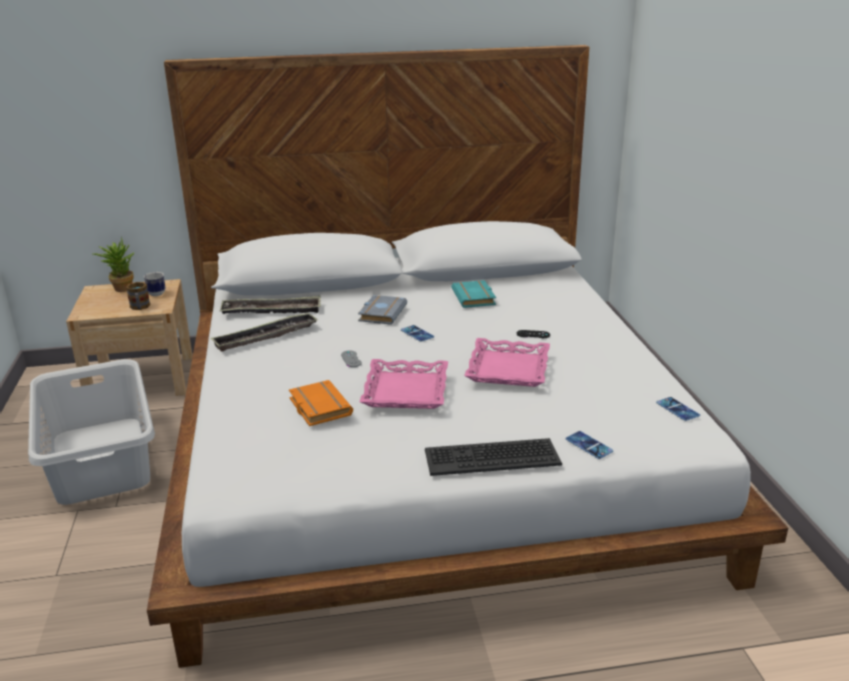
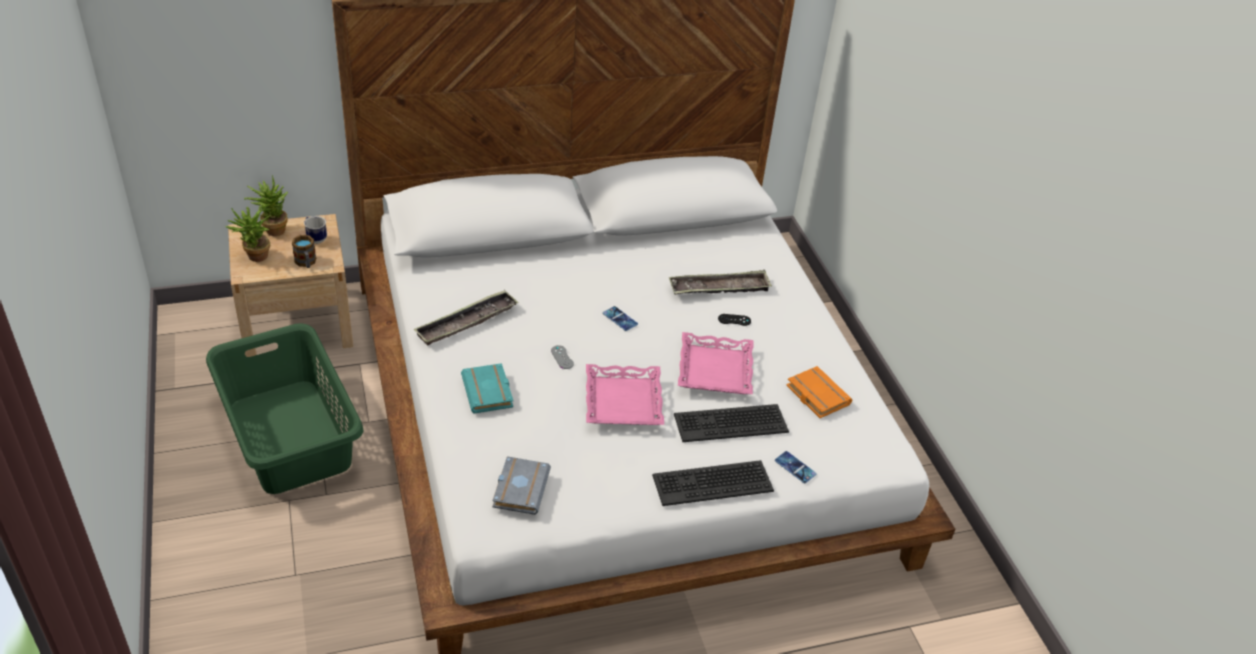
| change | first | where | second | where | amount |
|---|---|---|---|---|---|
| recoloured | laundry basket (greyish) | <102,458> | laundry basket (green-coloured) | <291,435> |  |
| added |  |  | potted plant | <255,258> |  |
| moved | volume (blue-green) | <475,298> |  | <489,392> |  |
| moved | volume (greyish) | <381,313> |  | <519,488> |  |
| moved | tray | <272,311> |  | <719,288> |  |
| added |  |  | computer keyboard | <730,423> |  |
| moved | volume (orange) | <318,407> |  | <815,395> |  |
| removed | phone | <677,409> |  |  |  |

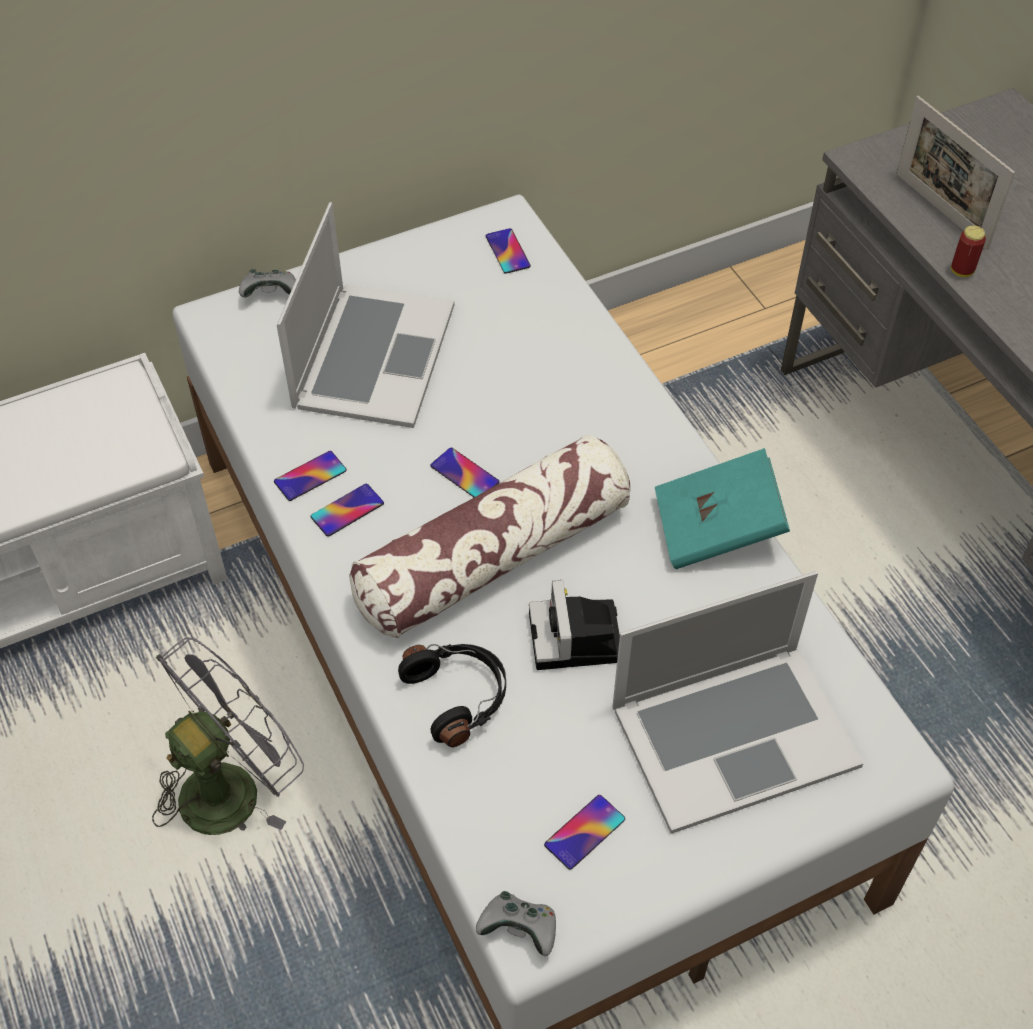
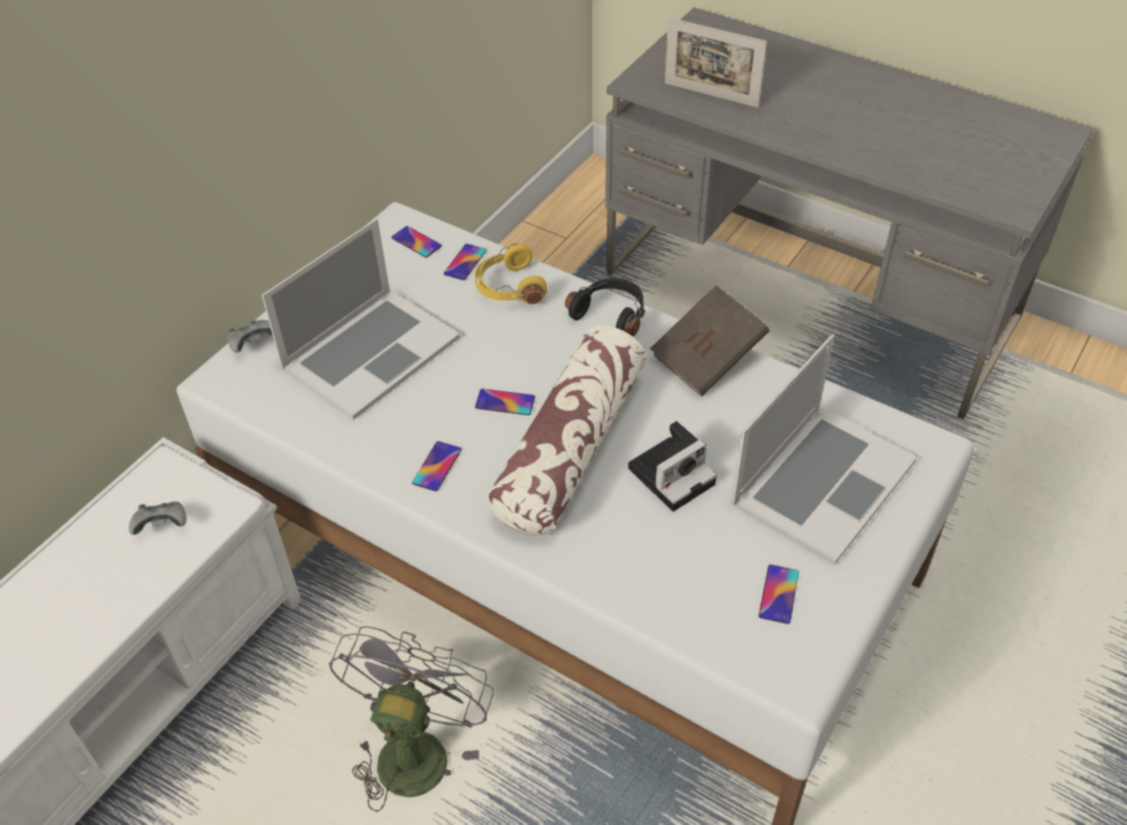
| change | first | where | second | where | amount |
|---|---|---|---|---|---|
| moved | joypad (greyish) | <520,930> |  | <162,525> |  |
| turned | laptop | <373,355> |  | <370,352> | 60 degrees clockwise |
| moved | phone | <310,476> |  | <465,262> |  |
| added |  |  | headphones (yellow) | <509,287> |  |
| moved | headphones (black-coloured) | <458,696> |  | <611,314> |  |
| turned | still camera | <577,640> |  | <673,474> | 90 degrees counterclockwise |
| recoloured | volume (blue-green) | <717,529> | volume (brown) | <707,359> |  |
| removed | sealed can | <962,271> |  |  |  |

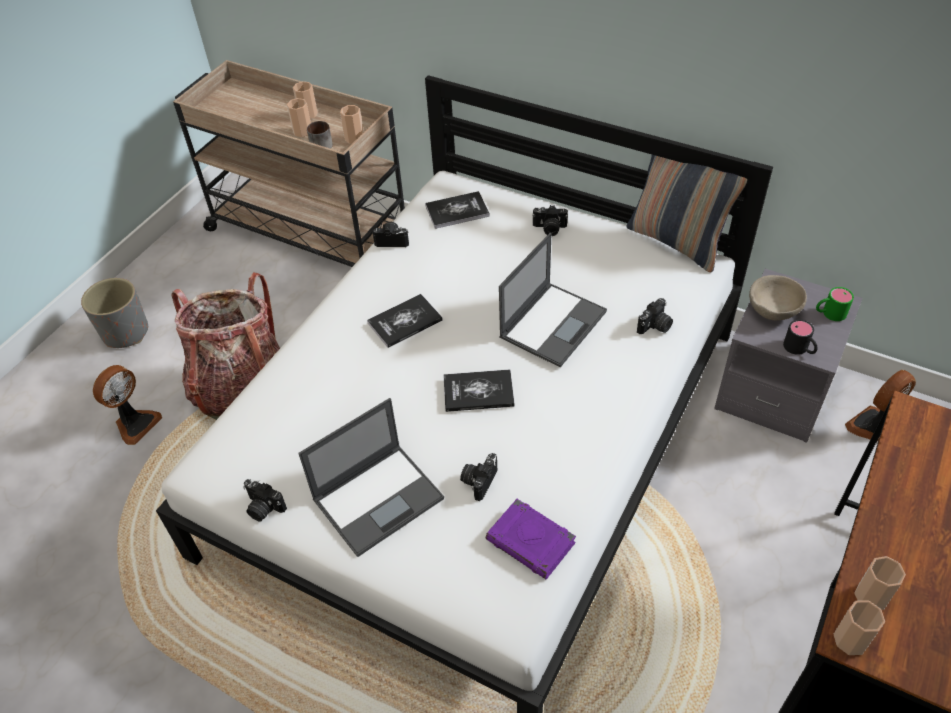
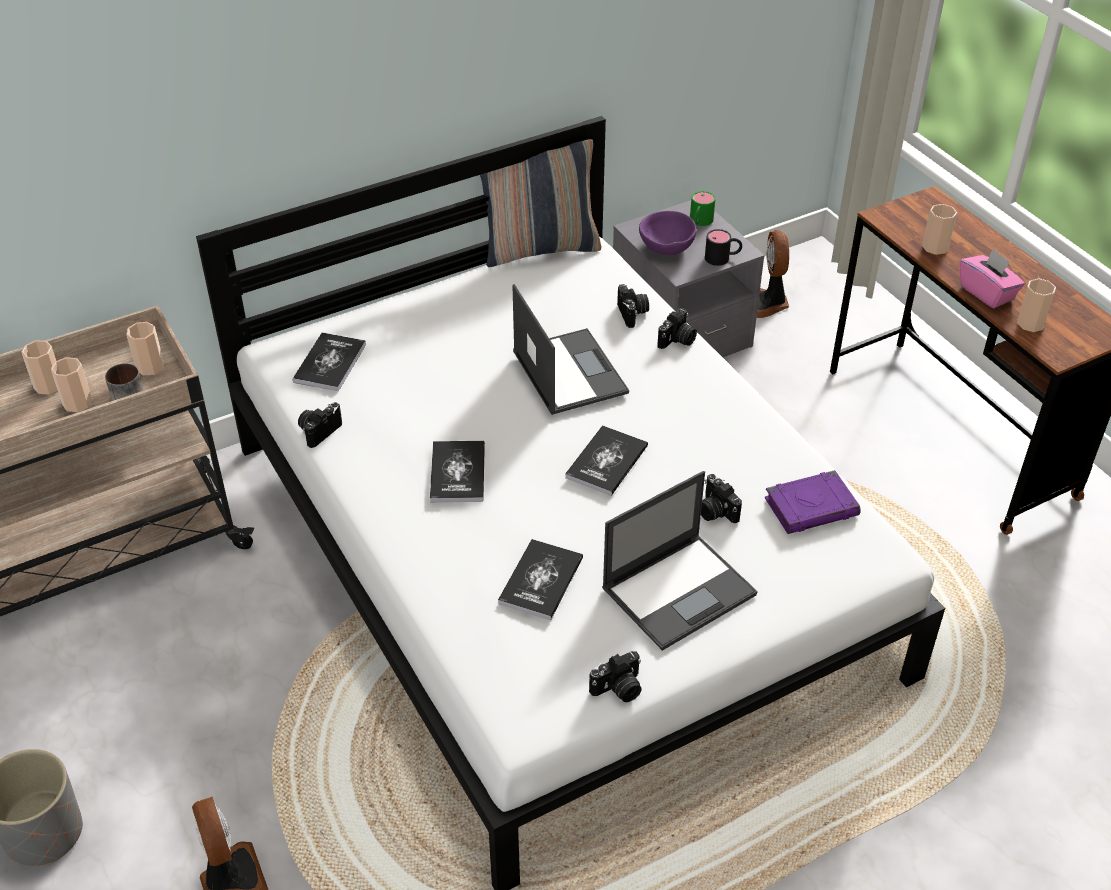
| change | first | where | second | where | amount |
|---|---|---|---|---|---|
| added |  |  | volume | <541,581> |  |
| turned | laptop | <379,498> |  | <680,590> | 60 degrees clockwise |
| recoloured | bowl (beige) | <773,310> | bowl (purple) | <666,247> |  |
| moved | still camera | <549,229> |  | <677,340> |  |
| moved | small cup | <850,640> |  | <935,247> |  |
| added |  |  | box of tissues (pink-coloured) | <987,293> |  |
| removed | knapsack | <242,387> |  |  |  |

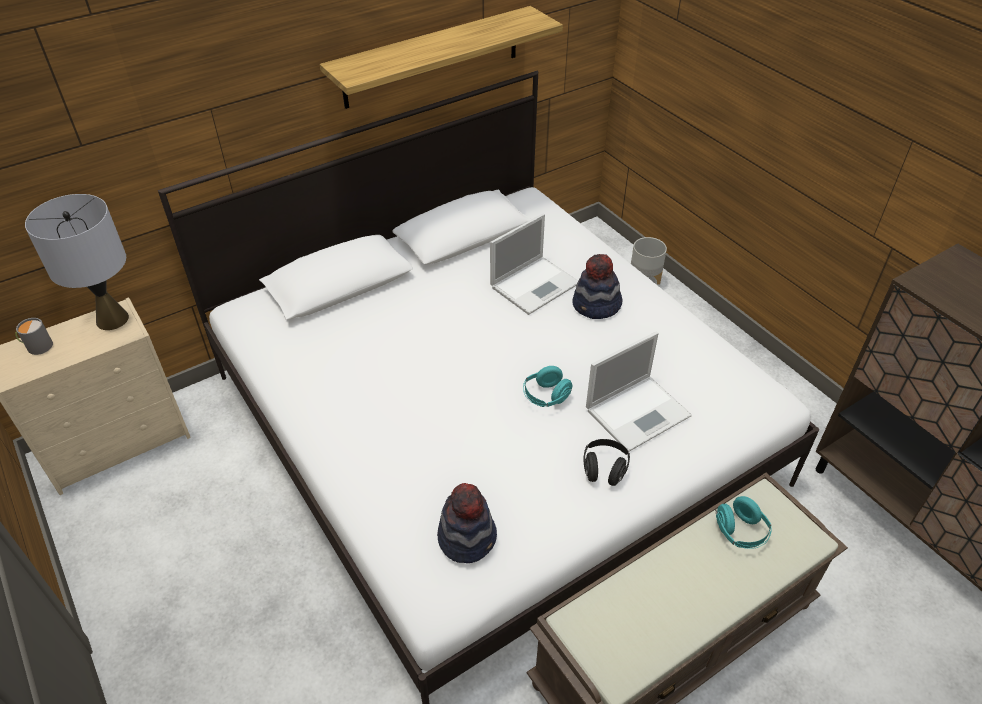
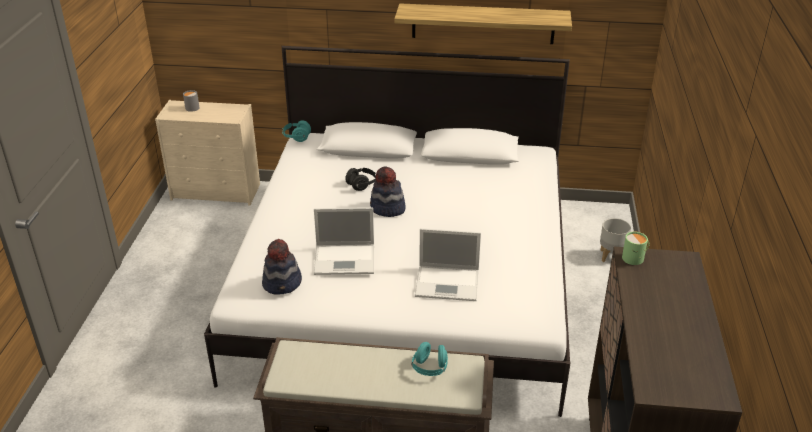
| change | first | where | second | where | amount |
|---|---|---|---|---|---|
| moved | headphones (blue-green) | <546,397> |  | <296,137> |  |
| moved | laptop | <535,284> |  | <346,259> |  |
| moved | headphones (black-coloured) | <604,469> |  | <361,184> |  |
| moved | wearable hat | <596,306> |  | <387,208> |  |
| added |  |  | mug (green-coloured) | <635,258> |  |
| removed | lamp for a table (greyish) | <112,319> |  |  |  |

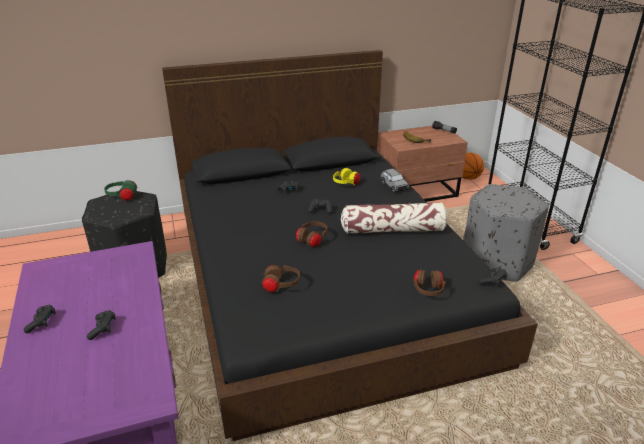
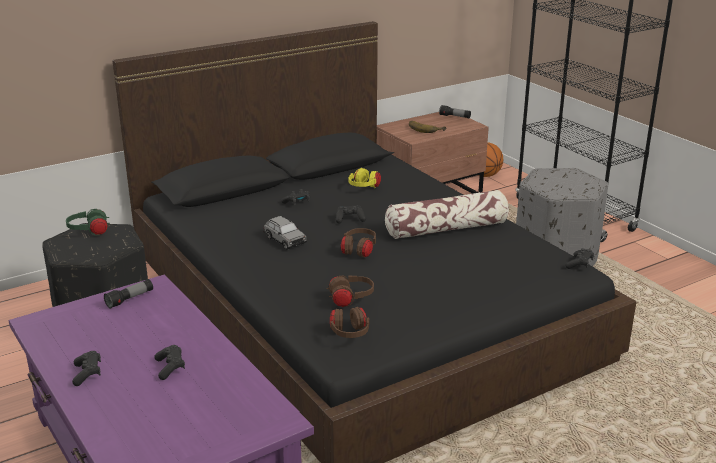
| change | first | where | second | where | amount |
|---|---|---|---|---|---|
| added |  |  | torch | <130,299> |  |
| moved | toy car (greyish) | <394,186> |  | <285,240> |  |
| moved | headphones (brown) | <428,291> |  | <349,335> |  |

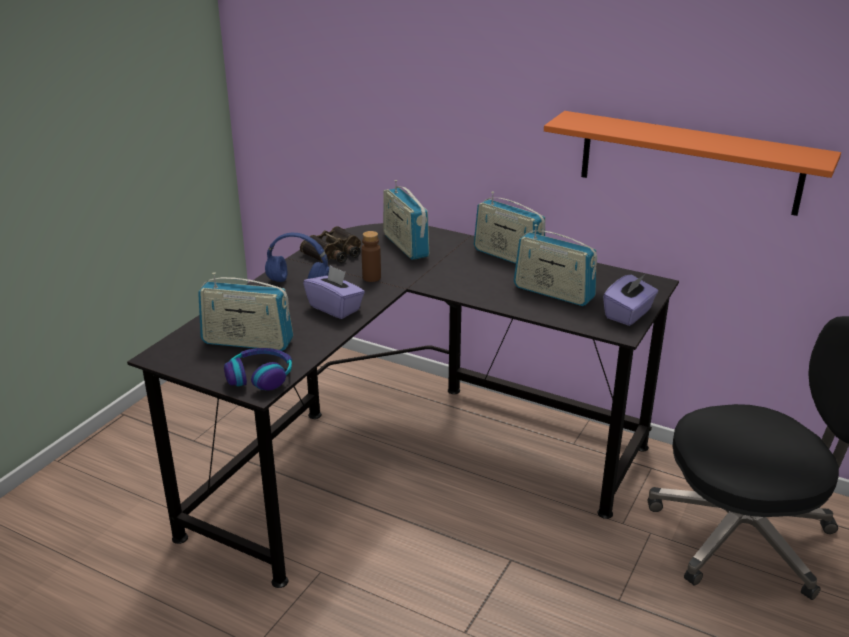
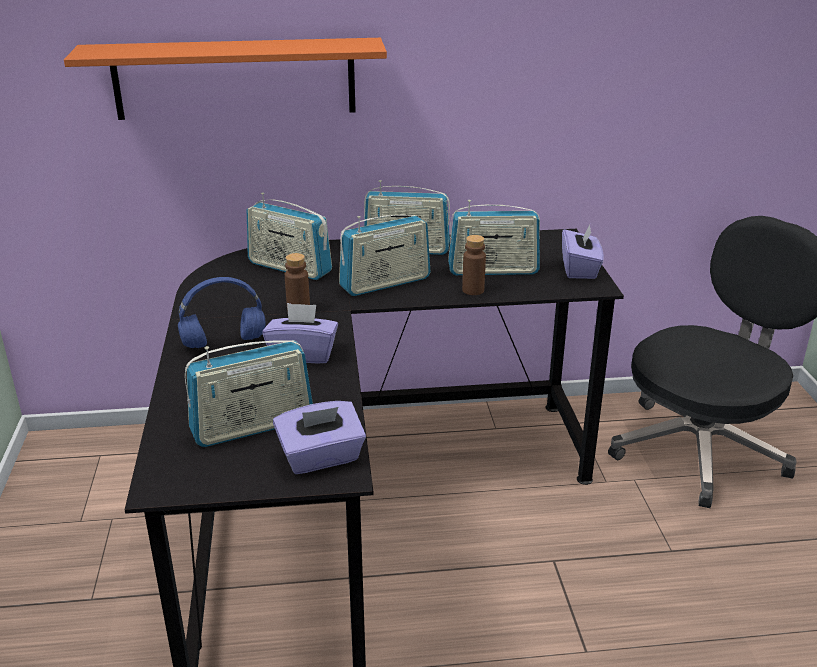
| change | first | where | second | where | amount |
|---|---|---|---|---|---|
| moved | shelf (orange) | <689,162> |  | <235,78> |  |
| replaced | headphones | <260,376> | box of tissues (purple) | <321,458> |  |
| added |  |  | radio | <385,283> |  |
| added |  |  | bottle (brown) | <473,290> |  |
| removed | field glasses | <334,253> |  |  |  |

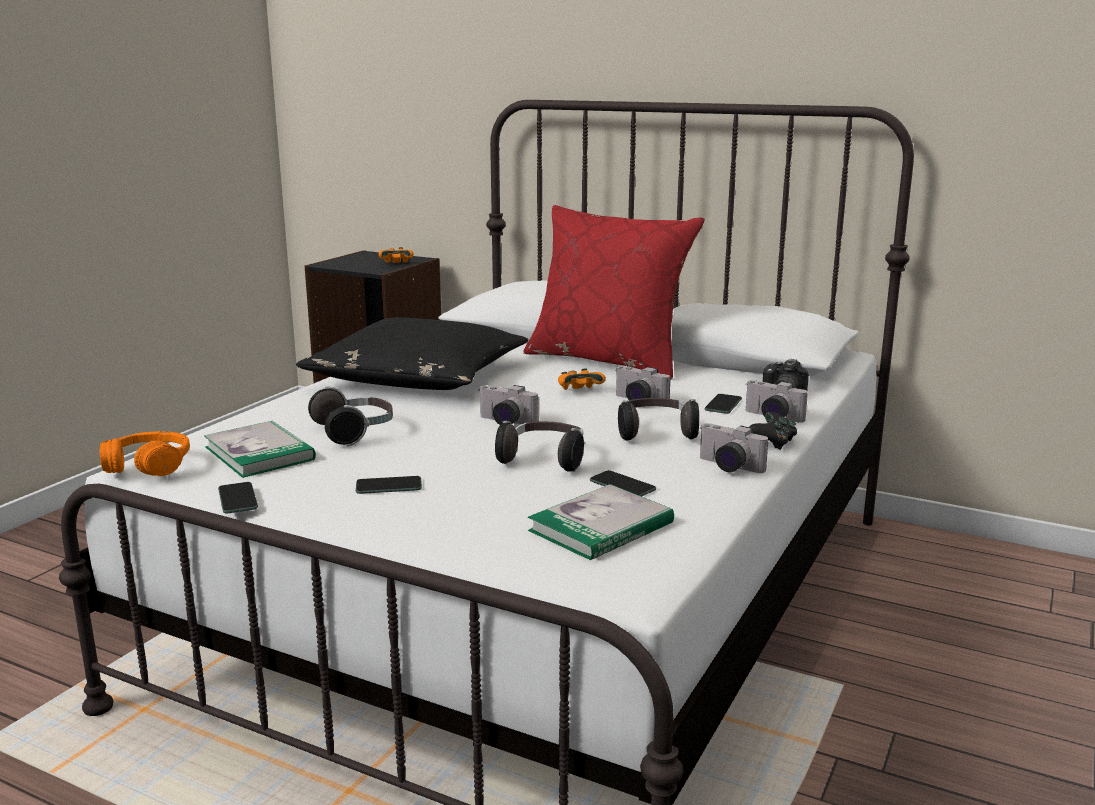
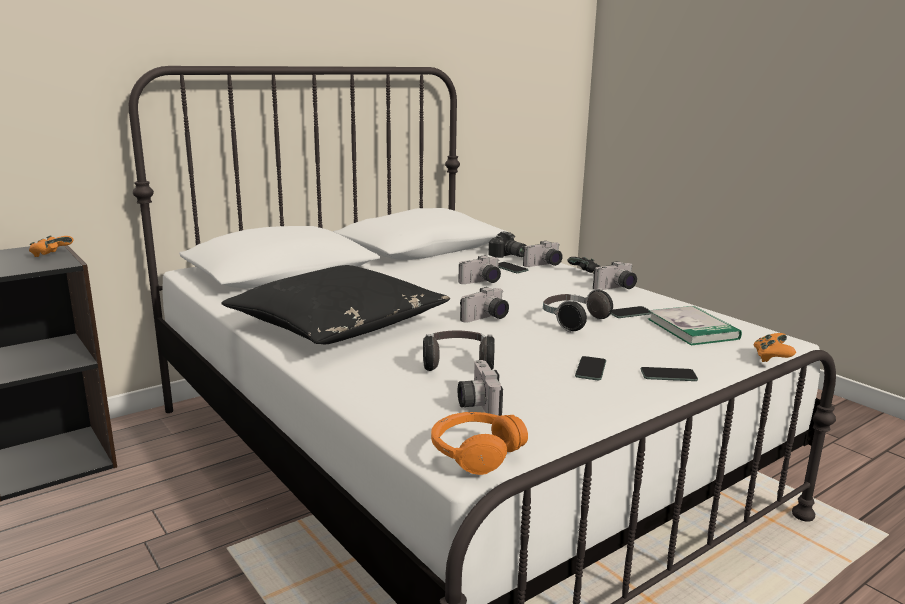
| change | first | where | second | where | amount |
|---|---|---|---|---|---|
| replaced | volume | <259,453> | still camera | <476,404> |  |
| moved | phone | <237,499> |  | <668,375> |  |
| moved | joypad (orange) | <579,391> |  | <771,358> |  |
| removed | throw pillow (reddish) | <608,360> |  |  |  |
| removed | headphones | <655,433> |  |  |  |

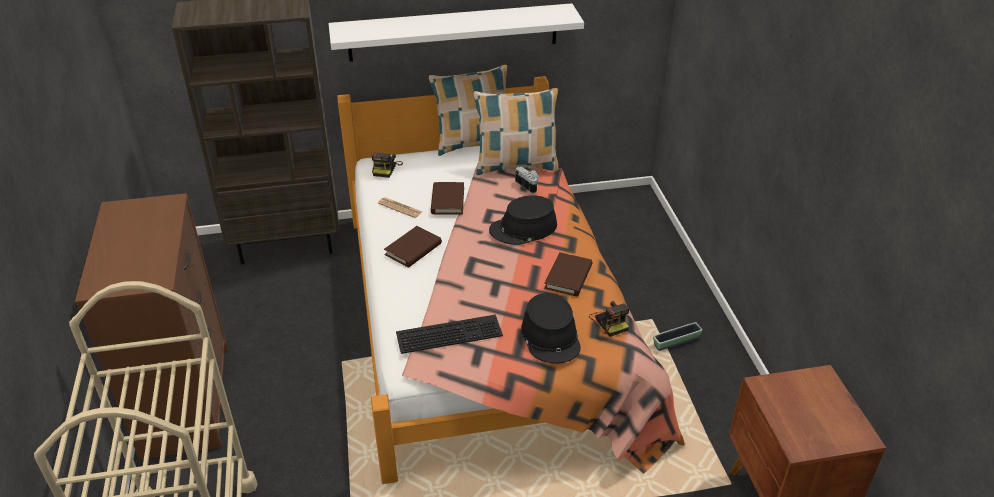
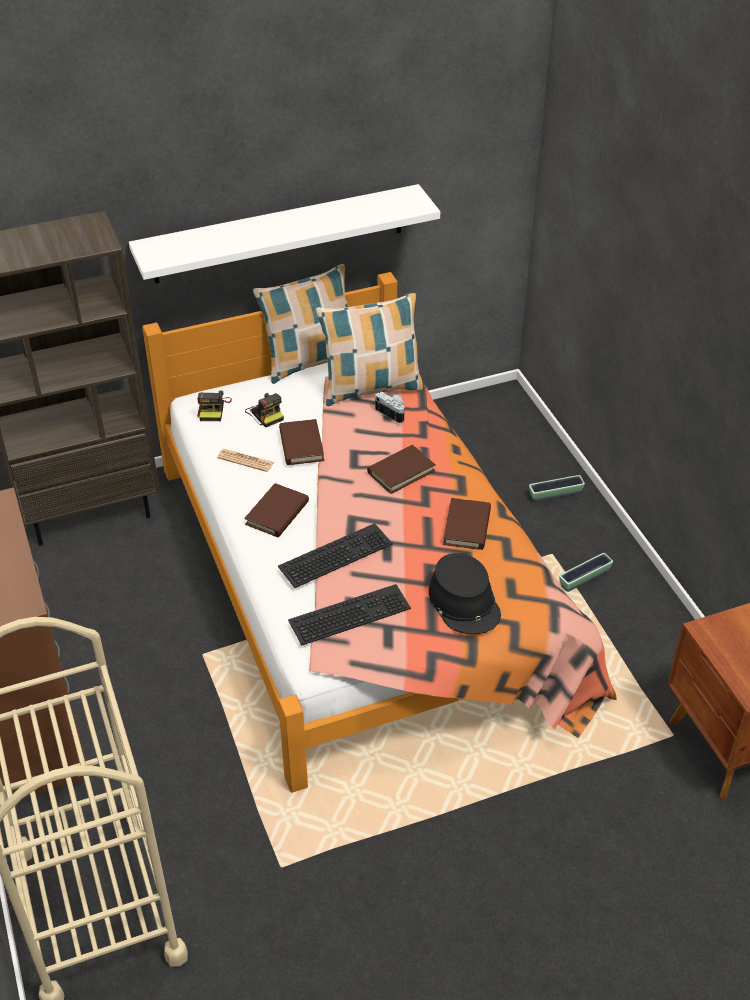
| change | first | where | second | where | amount |
|---|---|---|---|---|---|
| moved | still camera | <609,321> |  | <265,413> |  |
| added |  |  | computer keyboard | <335,553> |  |
| replaced | wearable hat (black-coloured) | <523,228> | volume (brown) | <401,471> |  |
| added |  |  | flower pot | <555,494> |  |

